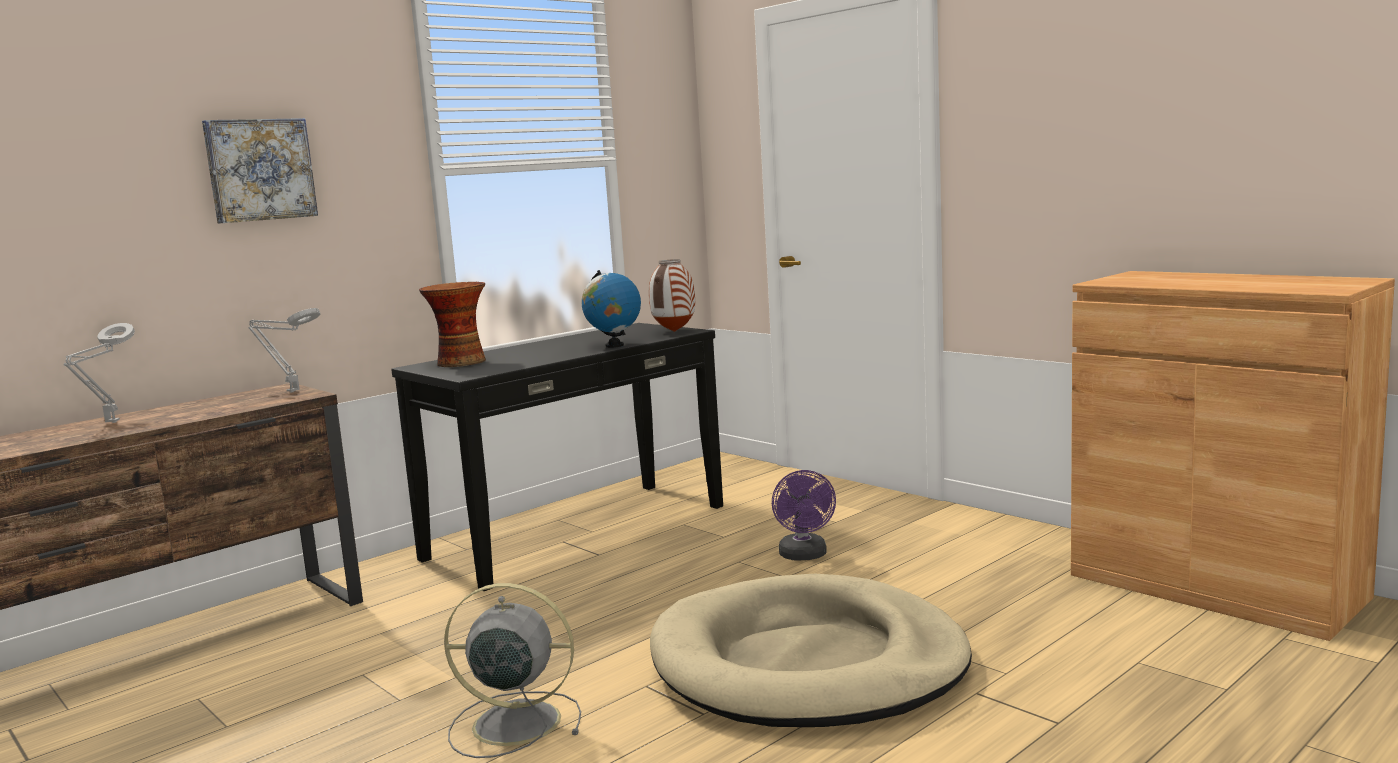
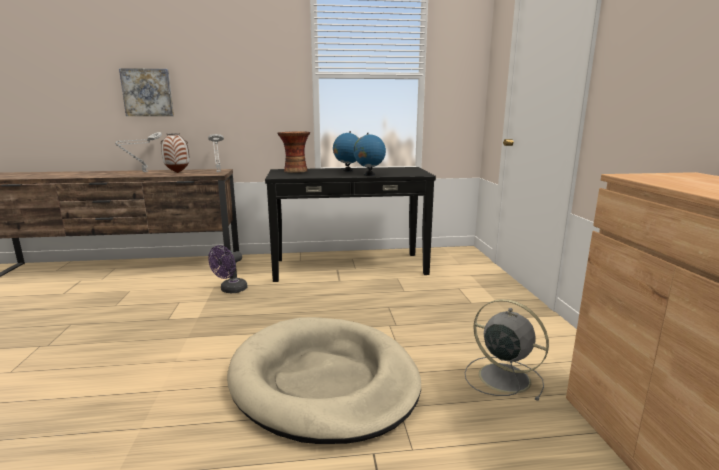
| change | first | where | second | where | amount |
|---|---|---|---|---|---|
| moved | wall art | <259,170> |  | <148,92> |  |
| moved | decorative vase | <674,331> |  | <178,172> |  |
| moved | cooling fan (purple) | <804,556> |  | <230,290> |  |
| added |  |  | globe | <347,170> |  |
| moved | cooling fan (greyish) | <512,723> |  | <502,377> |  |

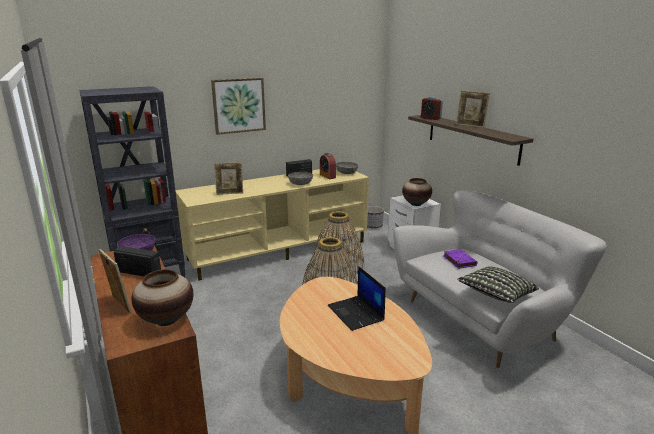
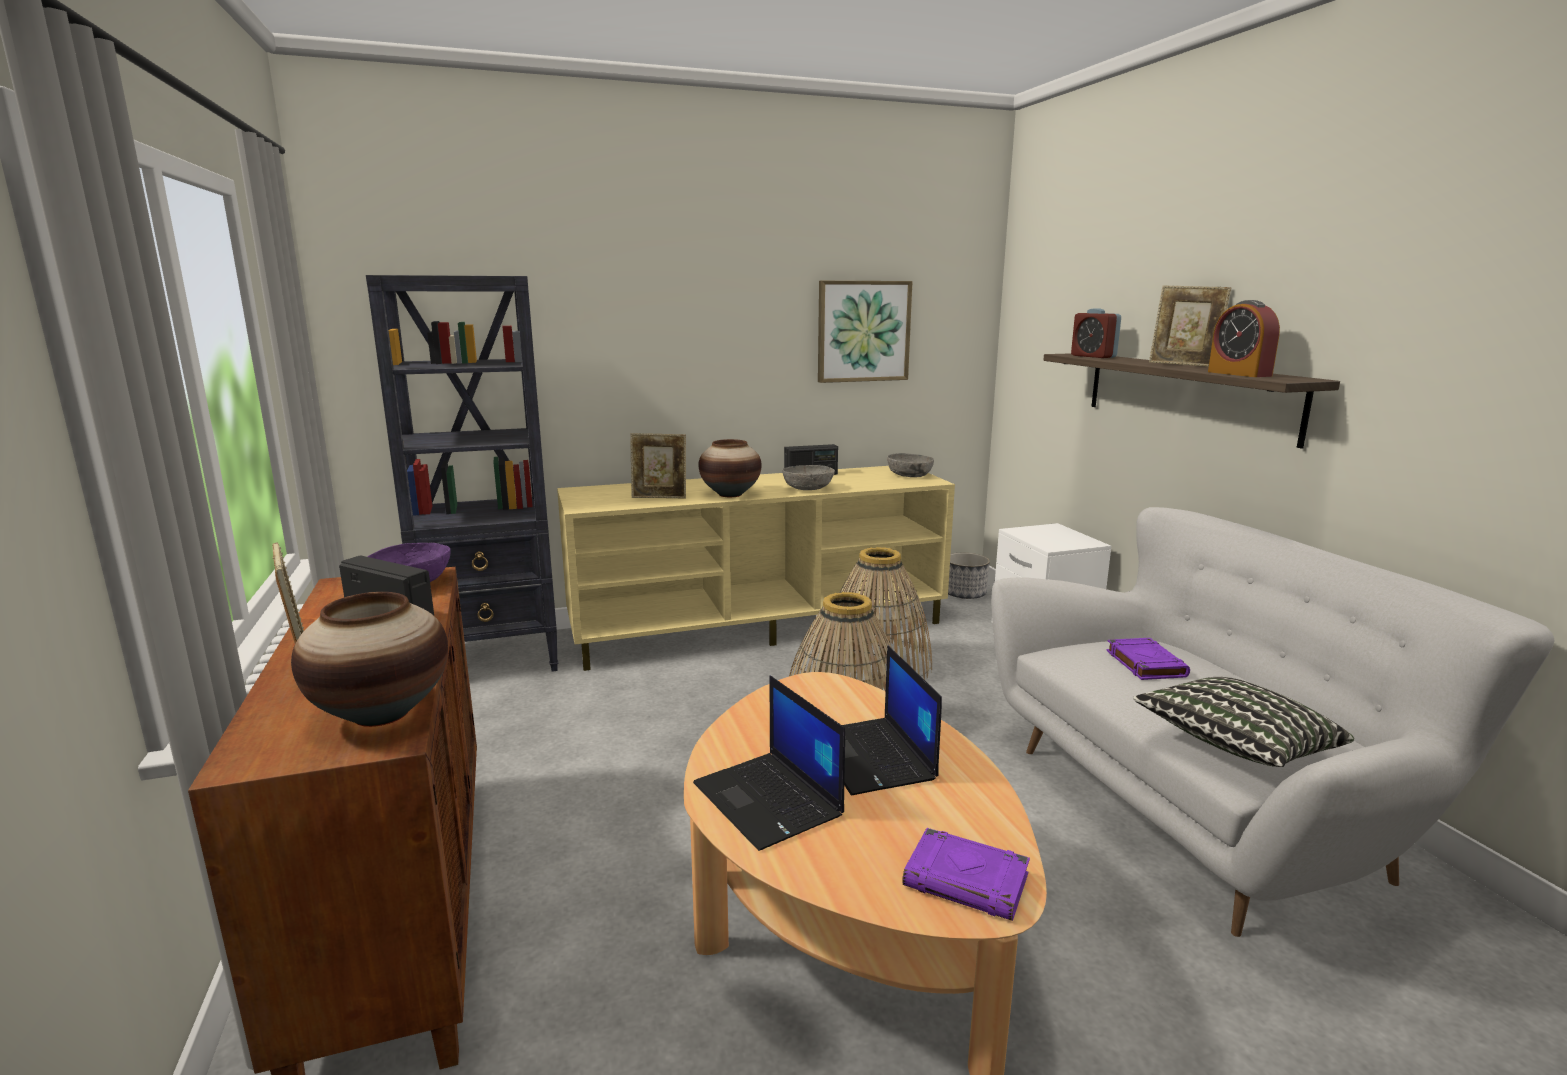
| change | first | where | second | where | amount |
|---|---|---|---|---|---|
| added |  |  | laptop | <770,800> |  |
| moved | decorative vase | <416,204> |  | <730,494> |  |
| moved | wall art | <238,105> |  | <863,331> |  |
| added |  |  | volume (purple) | <967,881> |  |
| moved | table clock | <327,176> |  | <1239,374> |  |

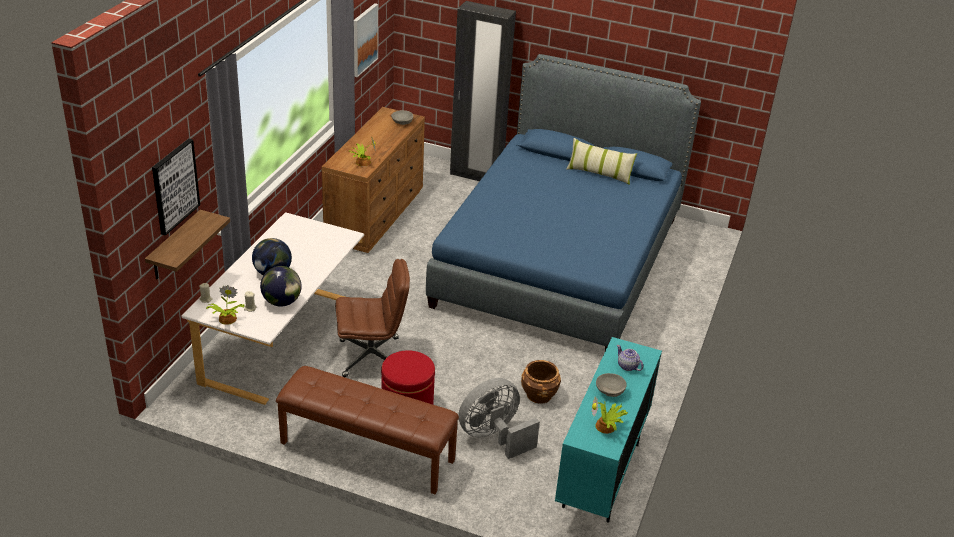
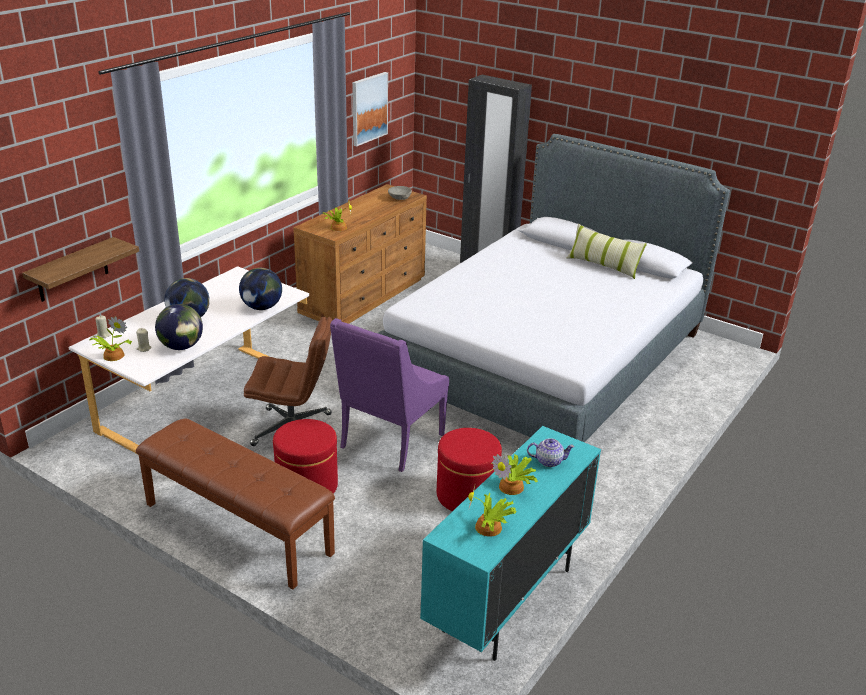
| change | first | where | second | where | amount |
|---|---|---|---|---|---|
| added |  |  | globe | <262,307> |  |
| added |  |  | easy chair (purple) | <389,442> |  |
| recoloured | bedroom bed (blue-coloured) | <559,260> | bedroom bed (greyish) | <546,359> |  |
| replaced | flower pot (brown) | <539,395> | pouffe (reddish) | <466,495> |  |
| replaced | bowl (greyish) | <610,391> | potted plant | <513,486> |  |
| turned | pot for tea | <627,366> |  | <548,461> | 120 degrees clockwise |
| removed | wall art | <174,186> |  |  |  |
| removed | cooling fan (greyish) | <494,437> |  |  |  |

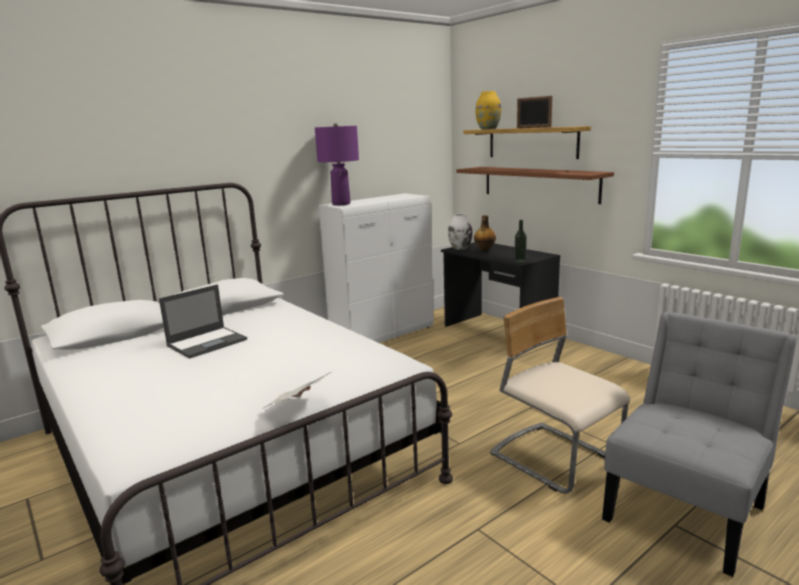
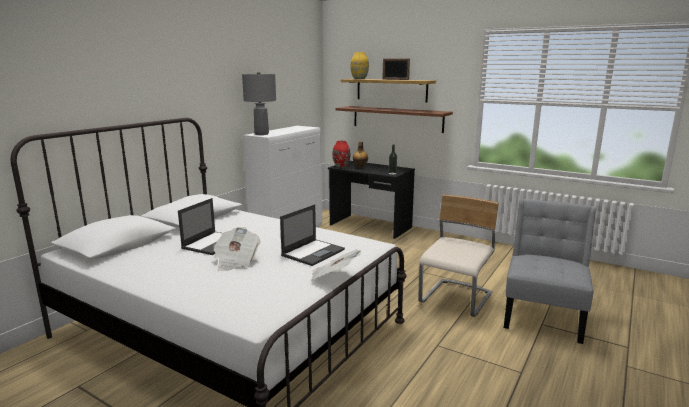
| change | first | where | second | where | amount |
|---|---|---|---|---|---|
| added |  |  | printed paper | <236,261> |  |
| recoloured | lamp for a table (purple) | <341,204> | lamp for a table (greyish) | <261,134> |  |
| added |  |  | laptop | <313,252> |  |
| recoloured | decorative vase (whitish) | <460,248> | decorative vase (reddish) | <341,166> |  |
| turned | chair (beige) | <554,458> |  | <456,299> | 90 degrees clockwise |

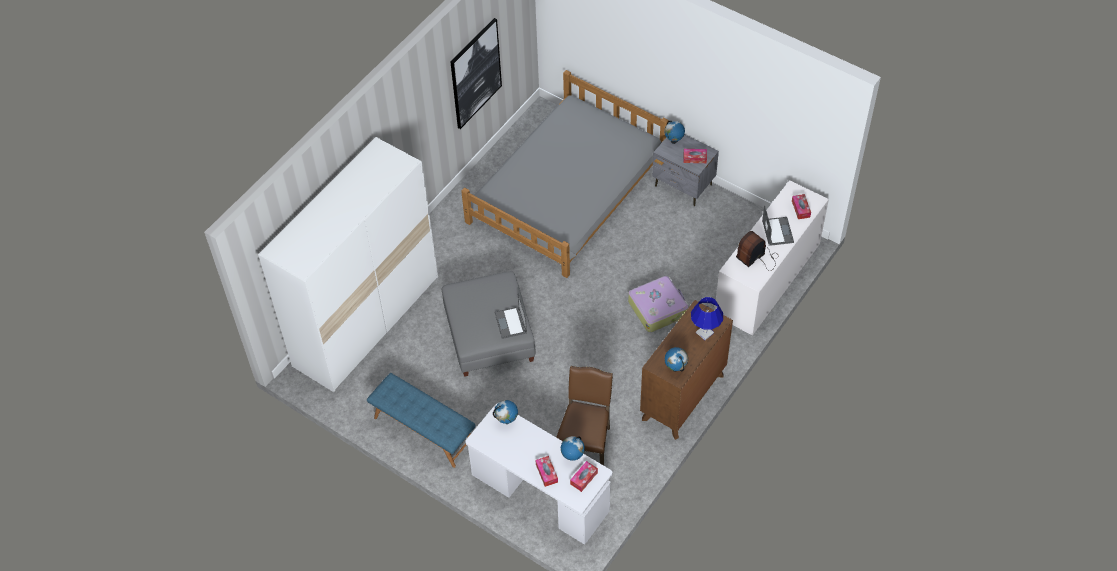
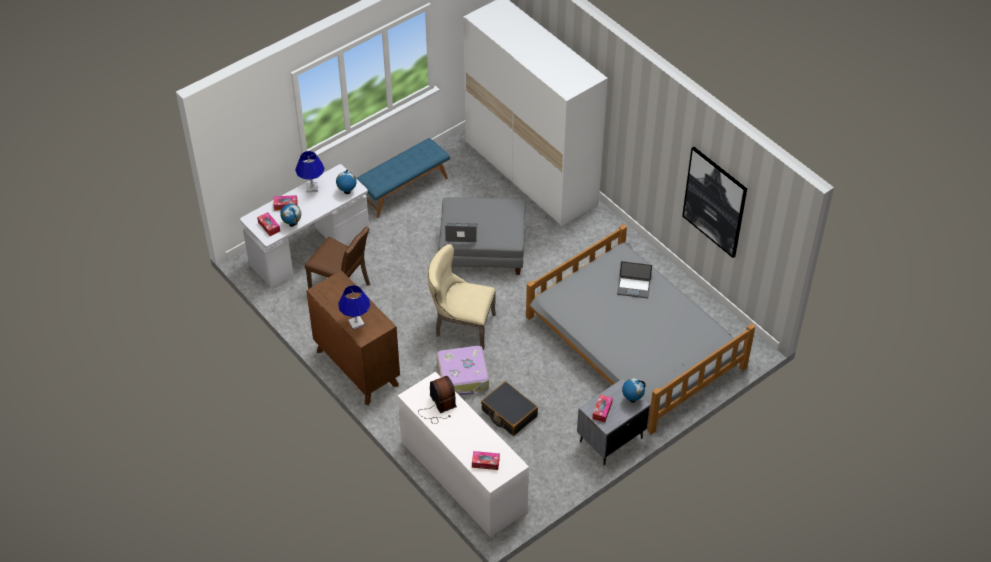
| change | first | where | second | where | amount |
|---|---|---|---|---|---|
| added |  |  | lamp for a table (blue-coloured) | <312,188> |  |
| added |  |  | chair (beige) | <461,326> |  |
| added |  |  | piece of luggage (black-coloured) | <509,413> |  |
| moved | laptop | <777,231> |  | <634,287> |  |
| removed | globe | <675,368> |  |  |  |

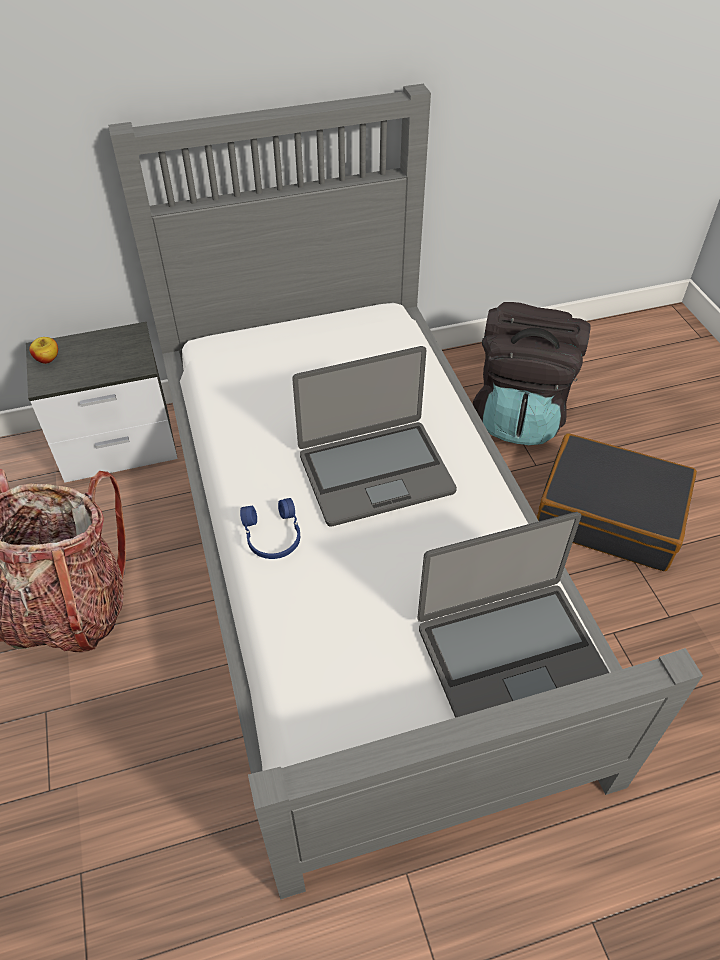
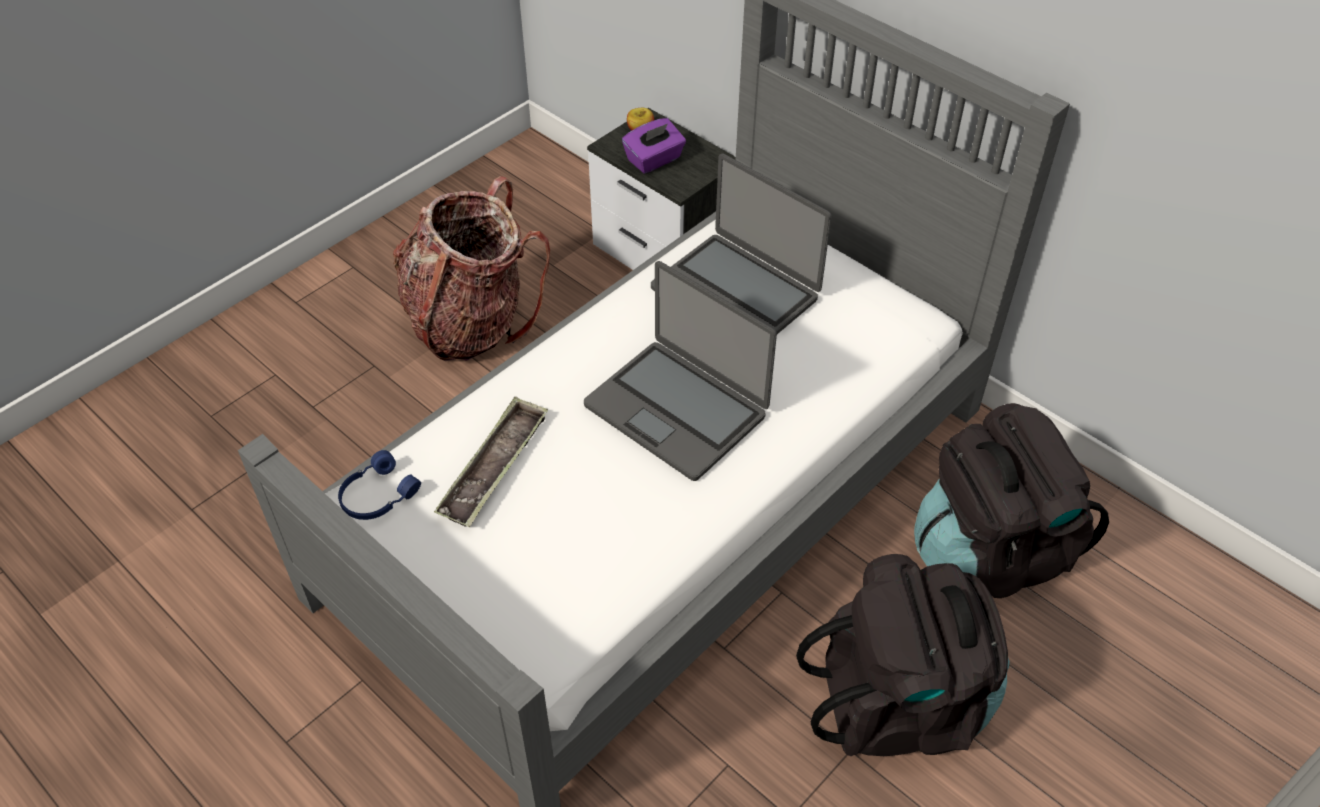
| change | first | where | second | where | amount |
|---|---|---|---|---|---|
| moved | headphones (blue-coloured) | <272,536> |  | <377,495> |  |
| added |  |  | tray | <494,467> |  |
| added |  |  | box of tissues (purple) | <654,160> |  |
| moved | laptop | <510,652> |  | <736,292> |  |
| replaced | piece of luggage (black-coloured) | <609,514> | knapsack (black-coloured) | <900,704> |  |

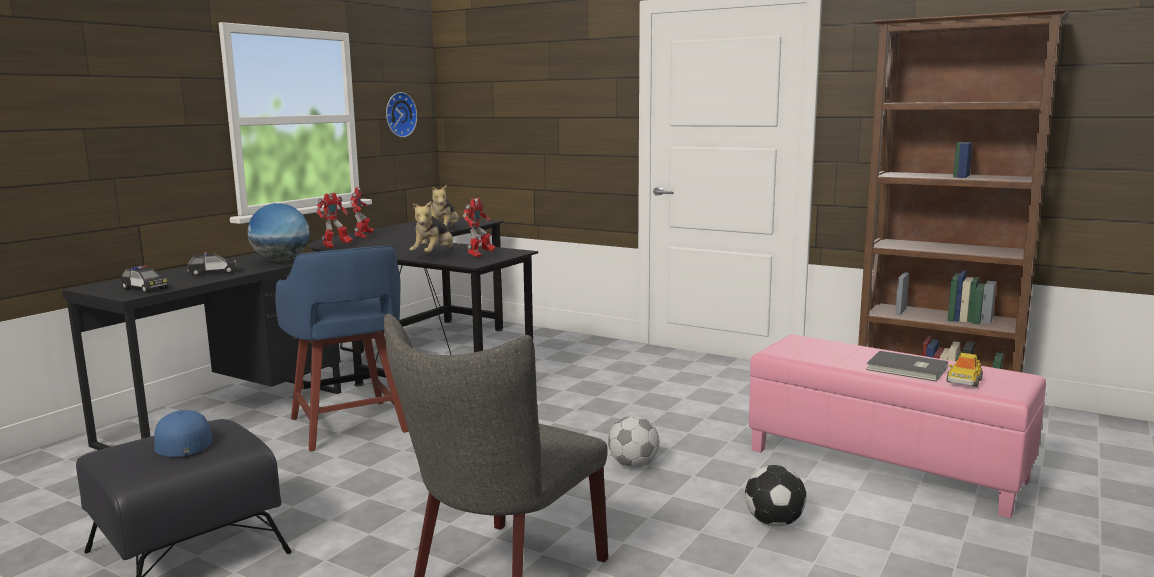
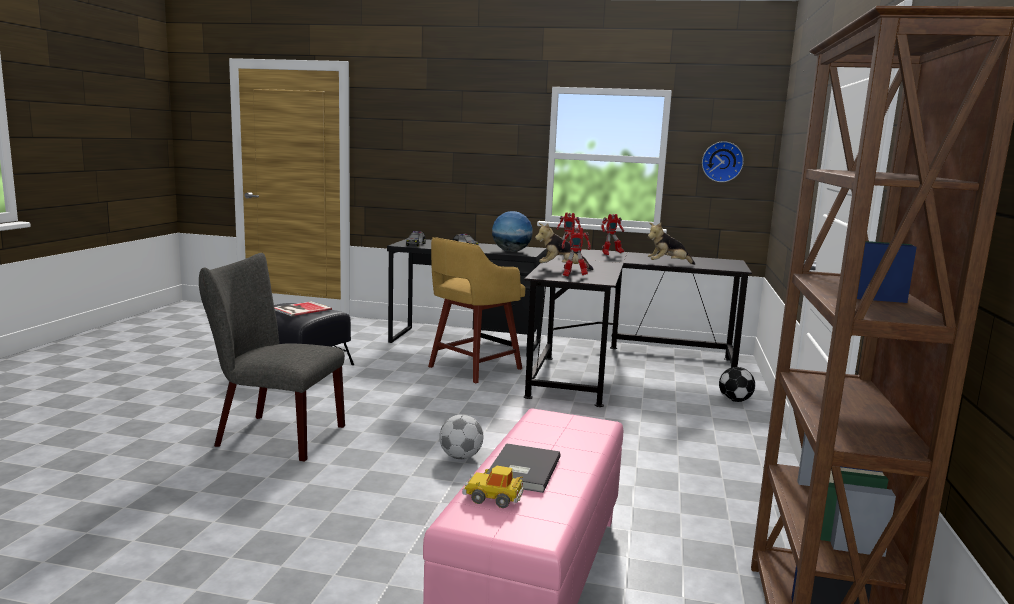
| change | first | where | second | where | amount |
|---|---|---|---|---|---|
| replaced | baseball cap (blue-coloured) | <182,441> | volume | <300,309> |  |
| recoloured | stool (blue-coloured) | <348,426> | stool (yellow) | <472,368> |  |
| moved | ball for football | <775,522> |  | <735,400> |  |

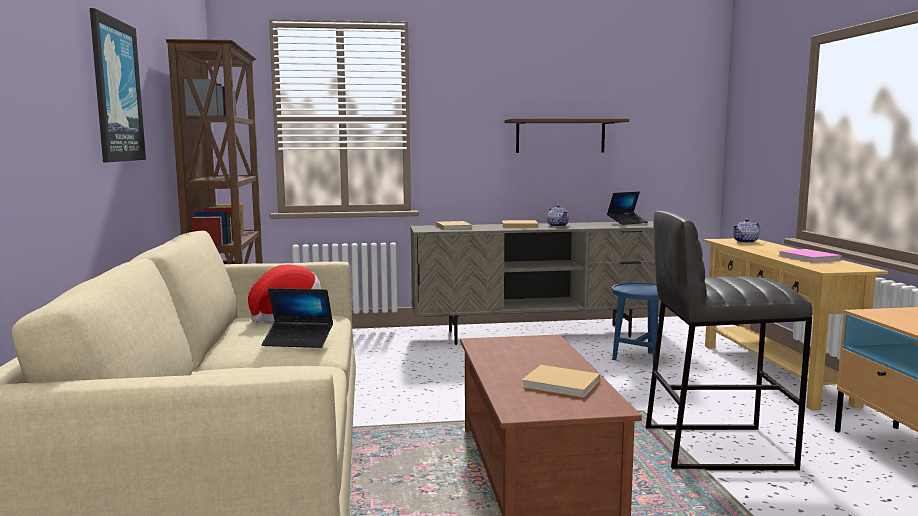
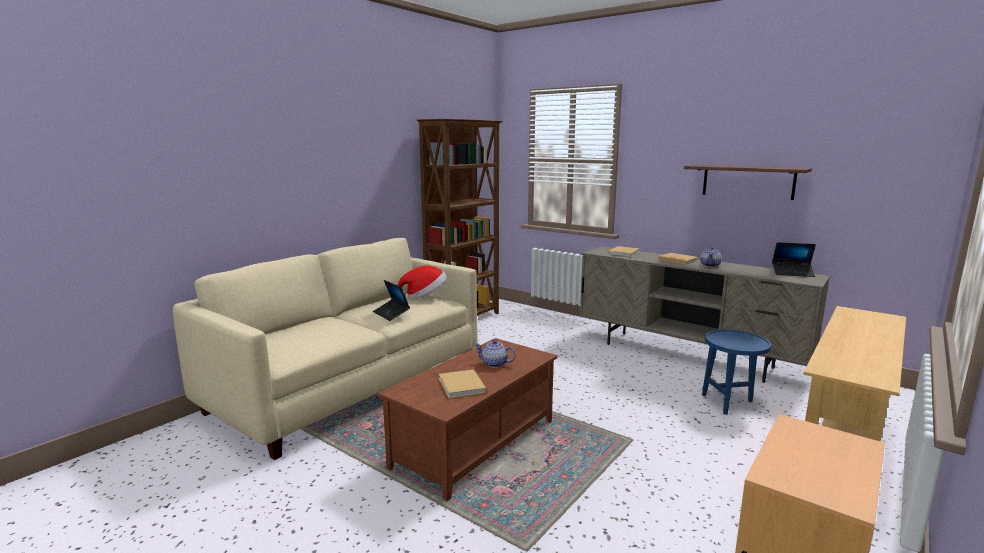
| change | first | where | second | where | amount |
|---|---|---|---|---|---|
| moved | pot for tea | <746,242> |  | <494,364> |  |
| removed | wall art | <116,91> |  |  |  |
| removed | stool (greyish) | <715,447> |  |  |  |
| removed | volume (pink-coloured) | <810,258> |  |  |  |

